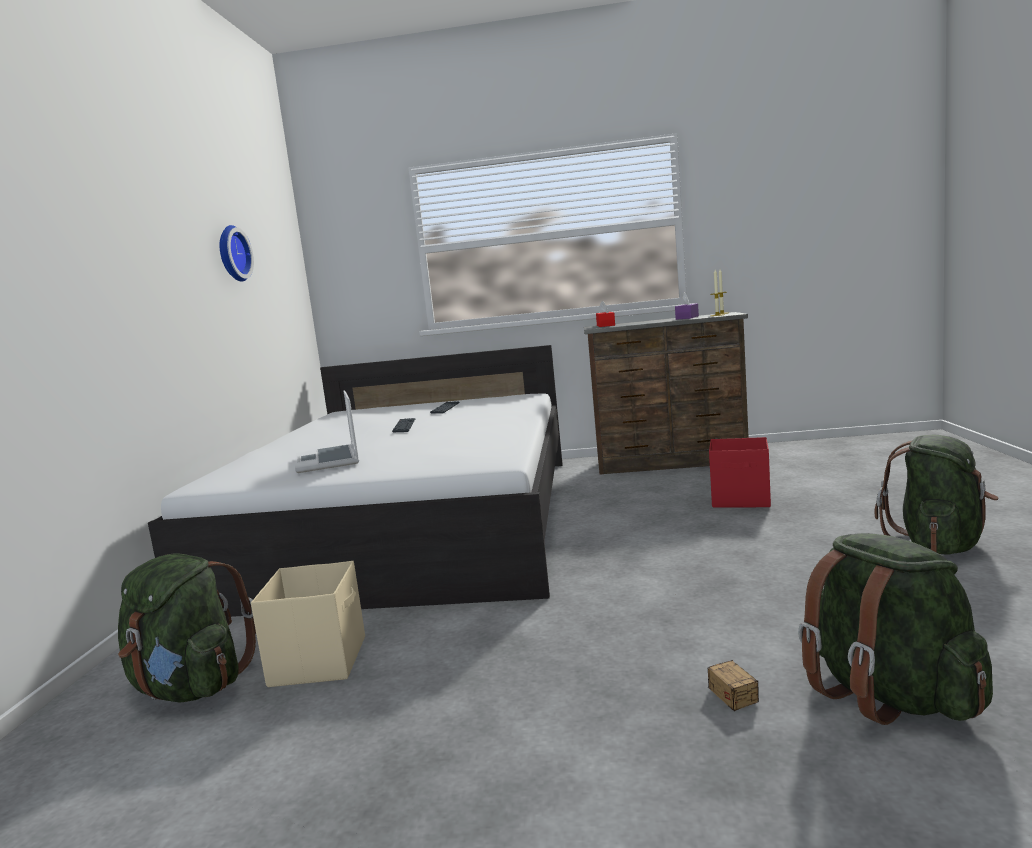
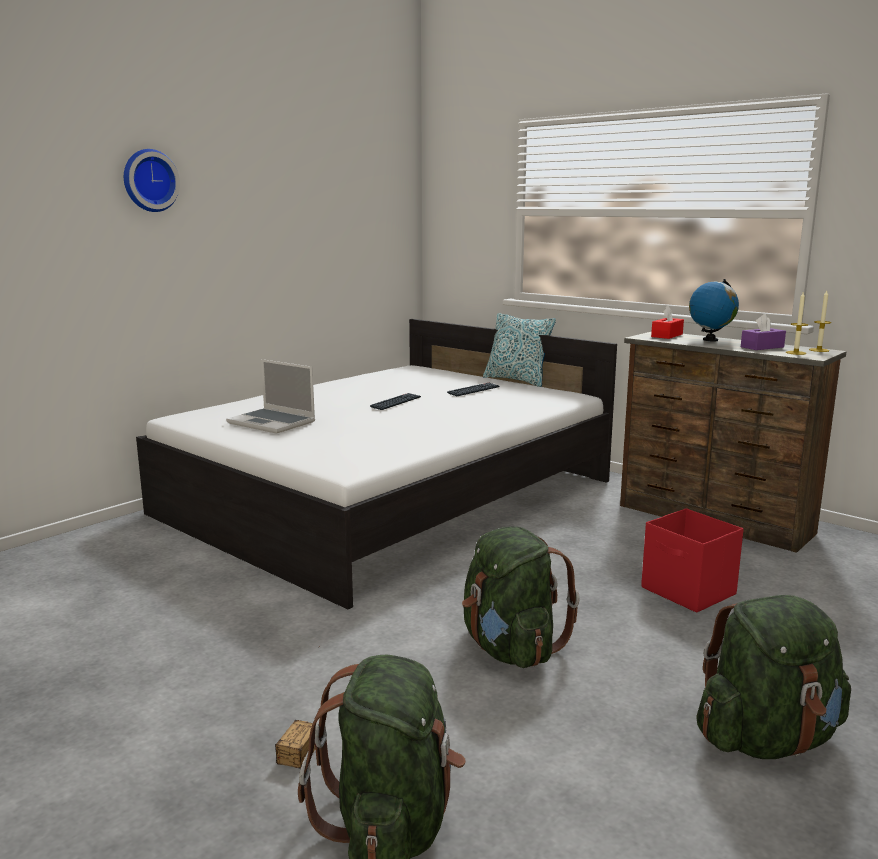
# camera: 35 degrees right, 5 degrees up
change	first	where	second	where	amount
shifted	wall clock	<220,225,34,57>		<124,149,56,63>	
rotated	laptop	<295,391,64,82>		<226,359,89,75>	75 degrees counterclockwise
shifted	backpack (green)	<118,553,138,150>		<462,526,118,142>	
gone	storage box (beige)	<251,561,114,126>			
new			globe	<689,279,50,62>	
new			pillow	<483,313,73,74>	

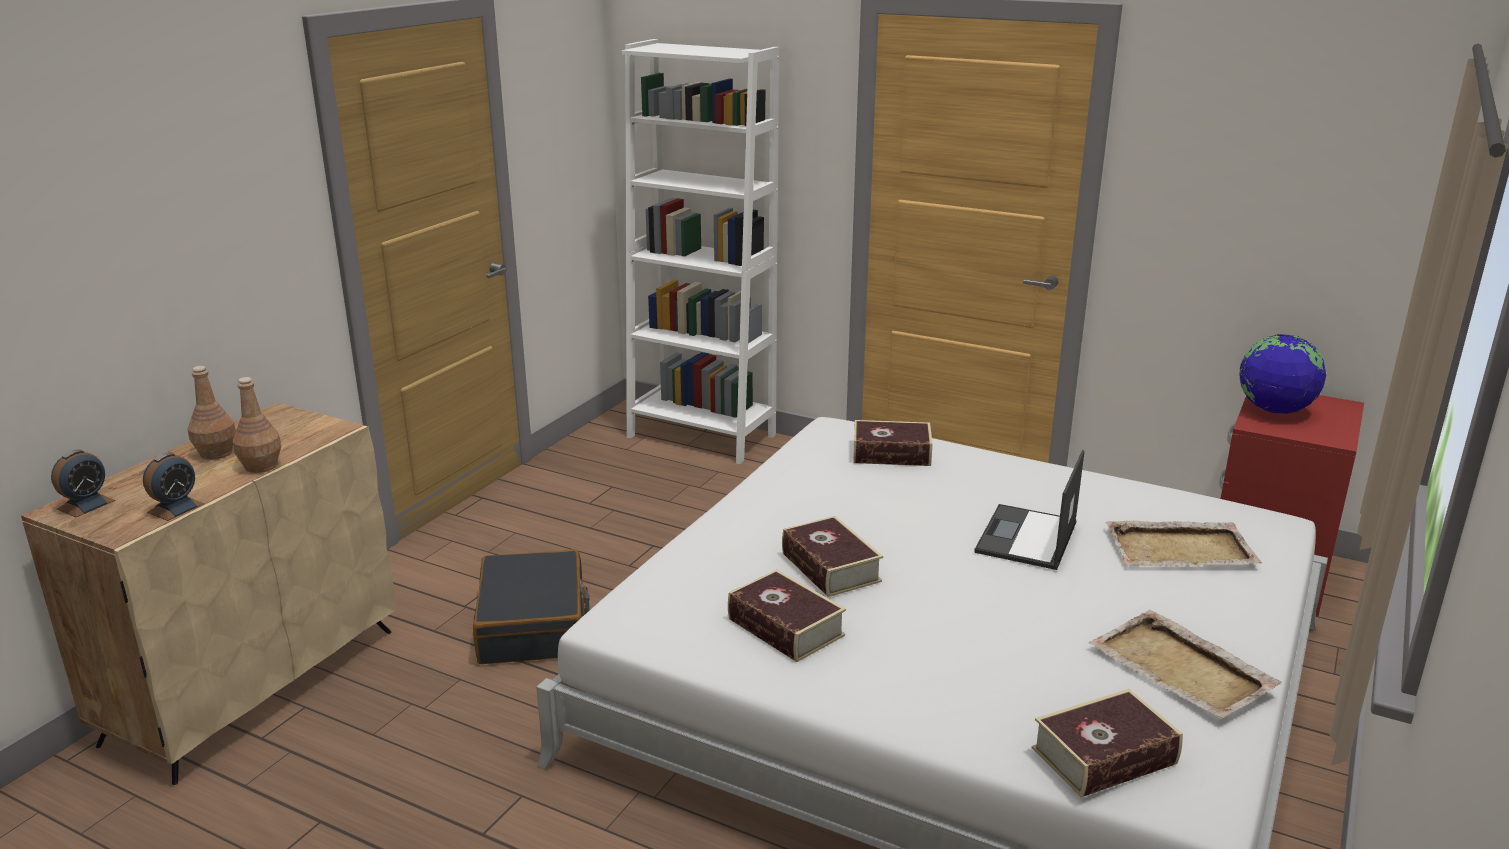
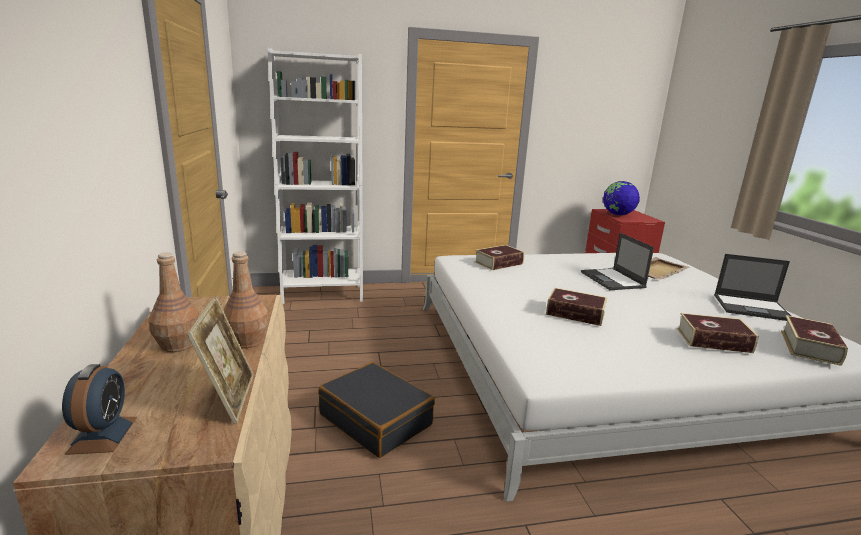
# camera: 40 degrees left, 5 degrees down
change	first	where	second	where	amount
swapped	alarm clock	<143,452,61,69>	picture frame	<187,296,67,128>	
shifted	book	<728,570,118,92>		<677,313,82,40>	
swapped	tray (beige)	<1088,610,194,109>	laptop	<714,254,77,67>	

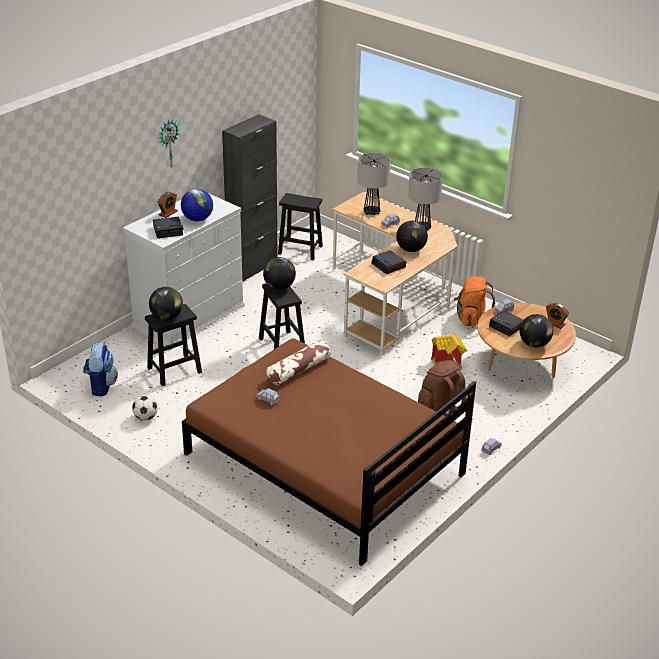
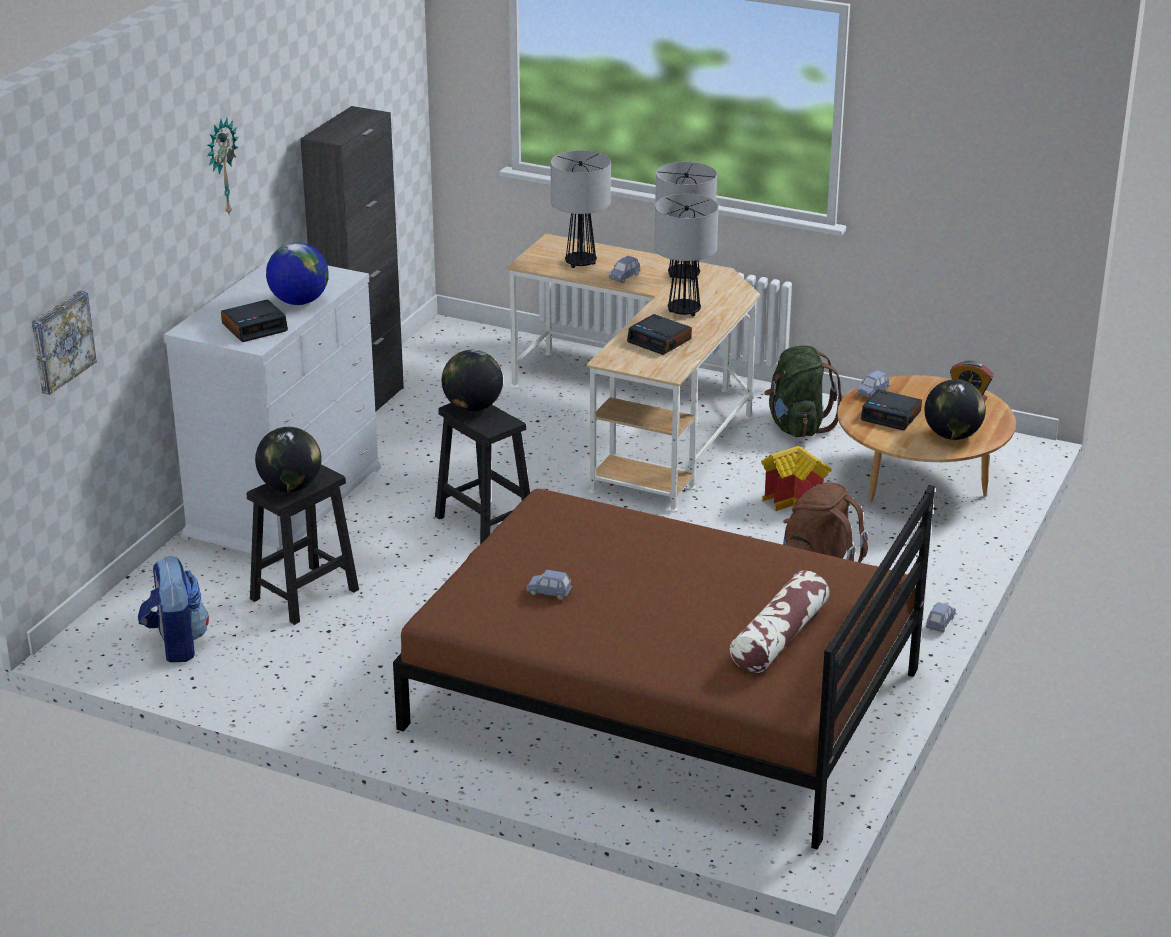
# camera: 15 degrees left, 5 degrees down
change	first	where	second	where	amount
gone	alarm clock	<158,192,20,26>			
gone	stool (black)	<278,193,45,67>			
swapped	globe	<396,221,32,31>	table lamp	<654,194,64,122>	
repainted	backpack (orange)	<454,276,41,50>	backpack (green)	<764,345,79,92>	
shifted	pillow	<266,340,65,45>		<730,571,100,102>	
gone	football	<132,395,26,25>			
new			picture	<32,290,65,105>	

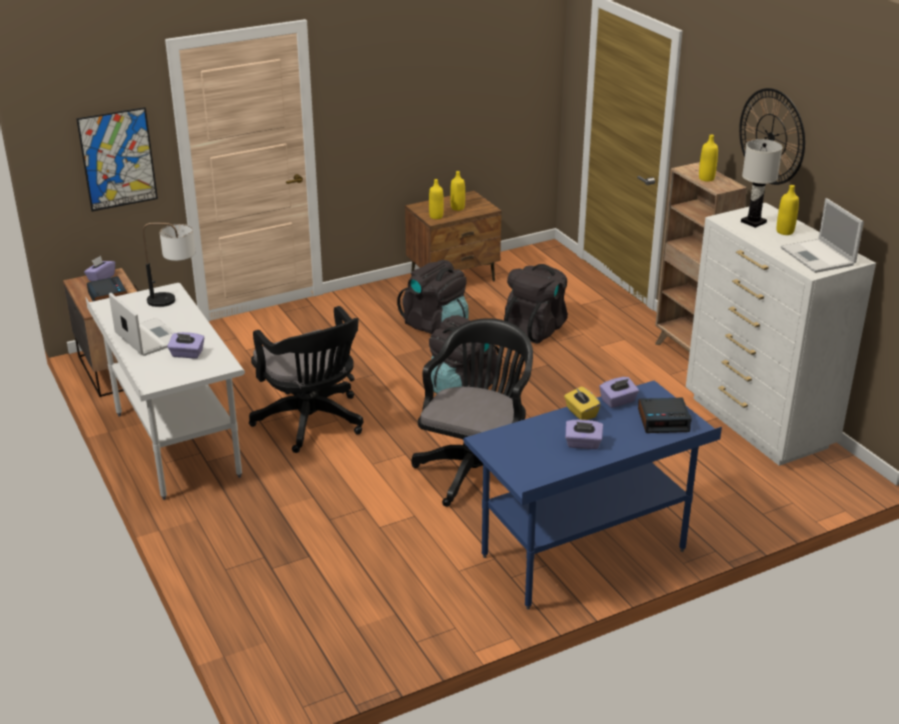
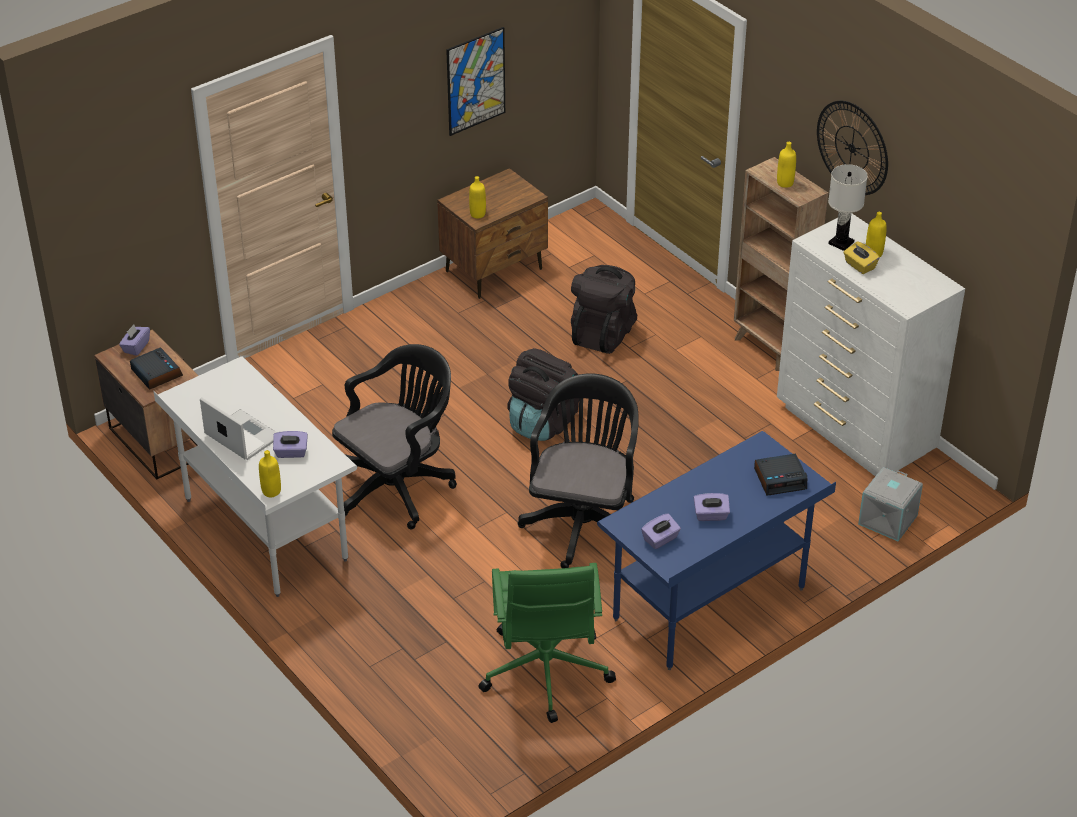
# camera: 10 degrees left, 10 degrees up
change	first	where	second	where	amount
shifted	picture	<76,107,82,105>		<446,27,59,109>	
shifted	bottle (yellow)	<450,171,15,40>		<259,450,22,47>	
gone	laptop	<781,198,83,75>			
gone	table lamp	<143,223,52,84>			
gone	backpack (black)	<397,260,72,74>			
rotated	office chair (black)	<249,306,115,147>		<332,344,125,186>	90 degrees counterclockwise
shifted	tissue box (purple)	<599,377,40,31>		<641,513,40,36>	
shifted	tissue box (yellow)	<564,387,36,33>		<843,241,37,33>	
new			storage box (grey)	<858,467,65,74>	
new			office chair (green)	<479,563,137,160>	

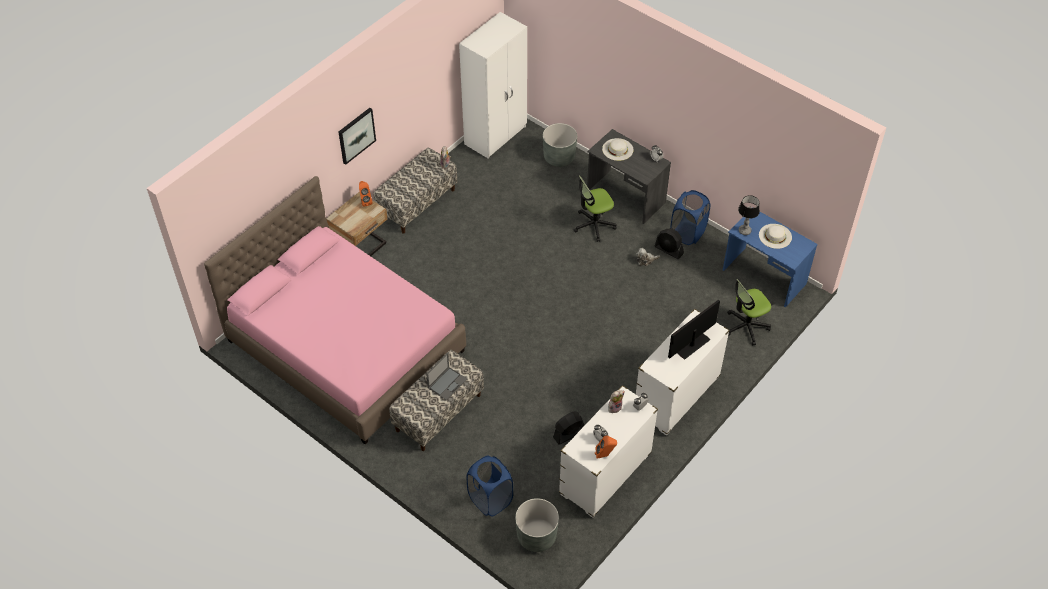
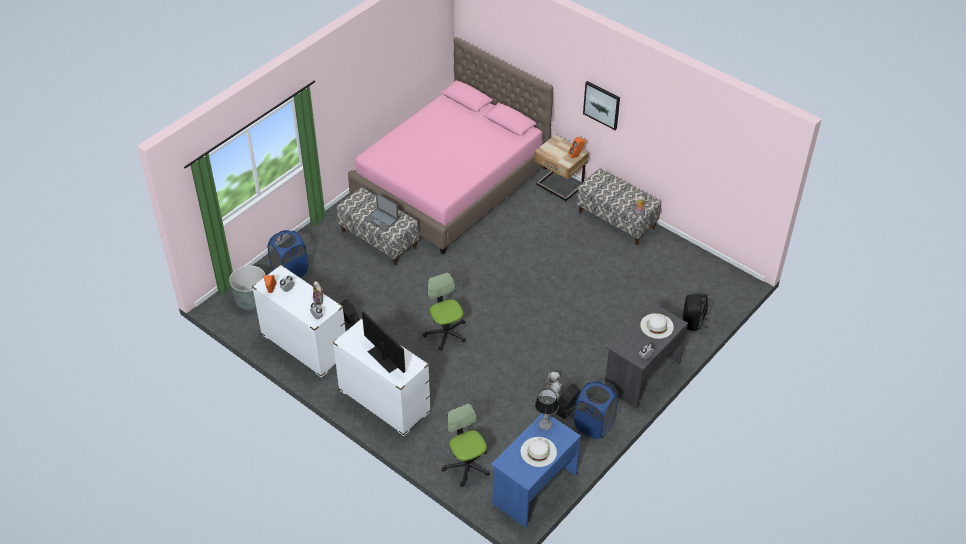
# camera: 90 degrees right, 5 degrees down
change	first	where	second	where	amount
gone	wardrobe (white)	<459,12,68,146>			
swapped	planter (grey)	<543,123,34,44>	backpack (black)	<683,294,25,37>	
shifted	office chair	<574,175,43,67>		<423,272,43,78>	

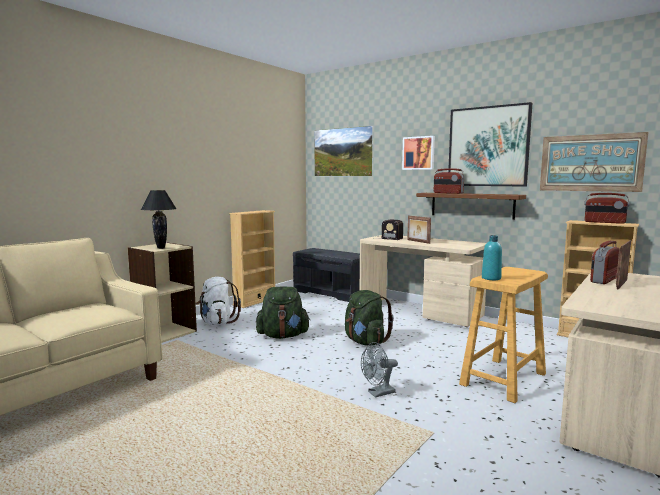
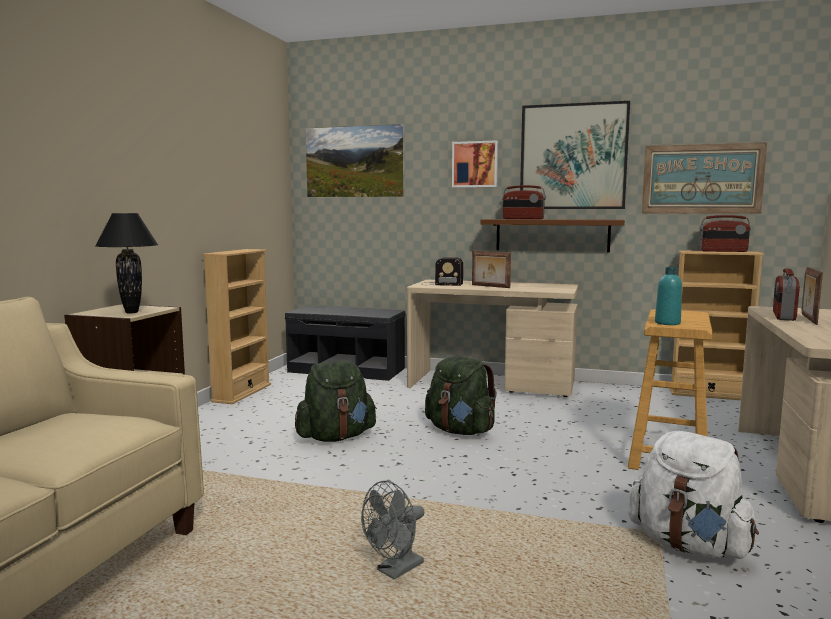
# camera: 20 degrees left, 0 degrees up
change	first	where	second	where	amount
shifted	backpack (white)	<196,277,45,48>		<628,431,131,128>	
shifted	fan (grey)	<361,342,37,56>		<361,481,63,98>	

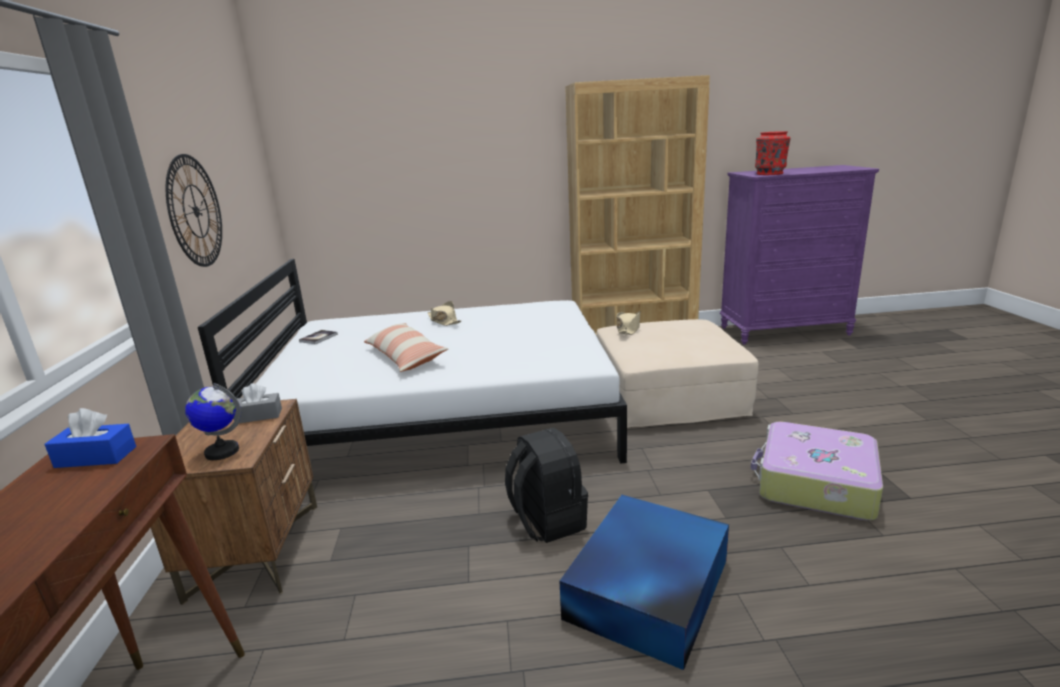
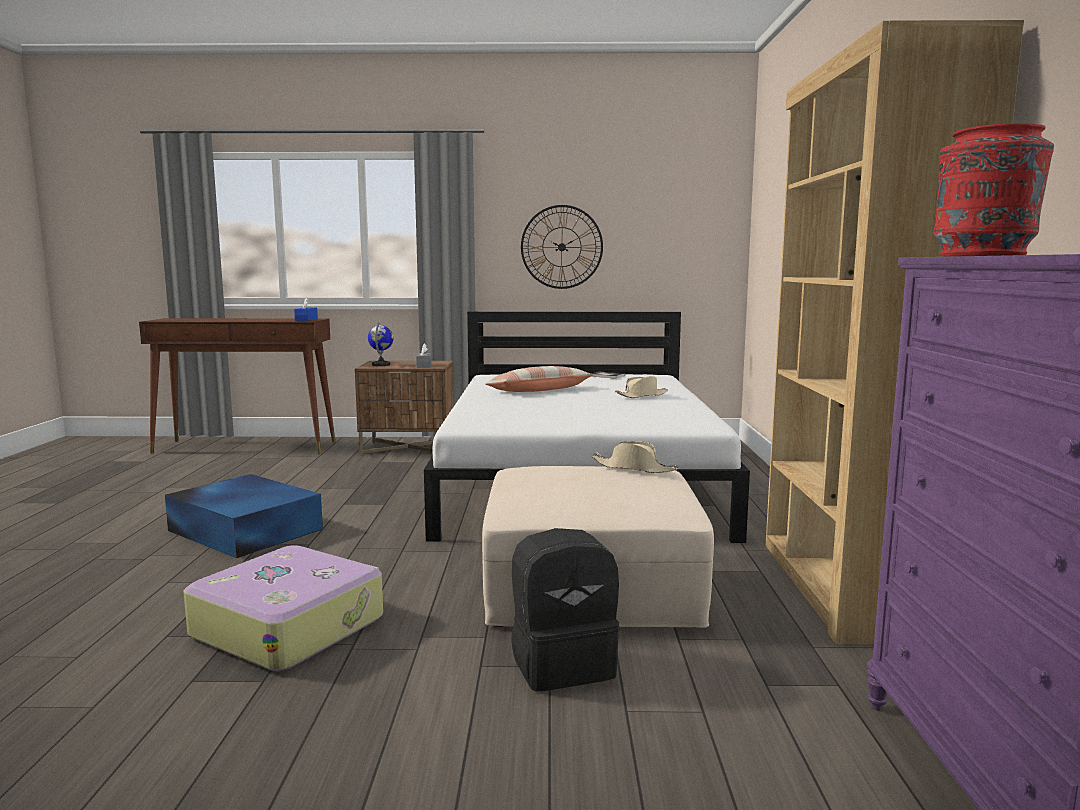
# camera: 95 degrees right, 10 degrees down
change	first	where	second	where	amount
shifted	backpack (black)	<505,428,83,115>		<511,528,109,164>	

